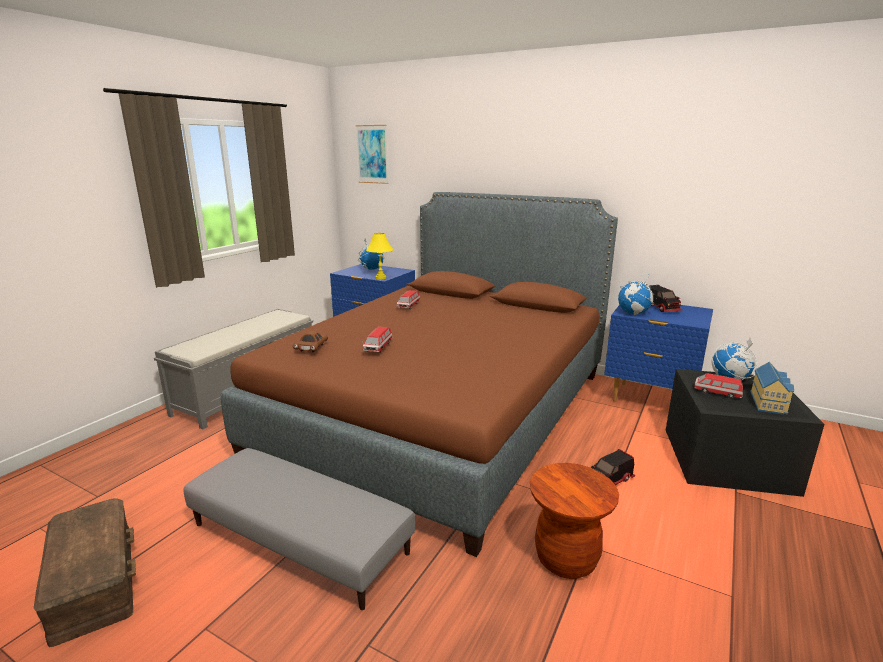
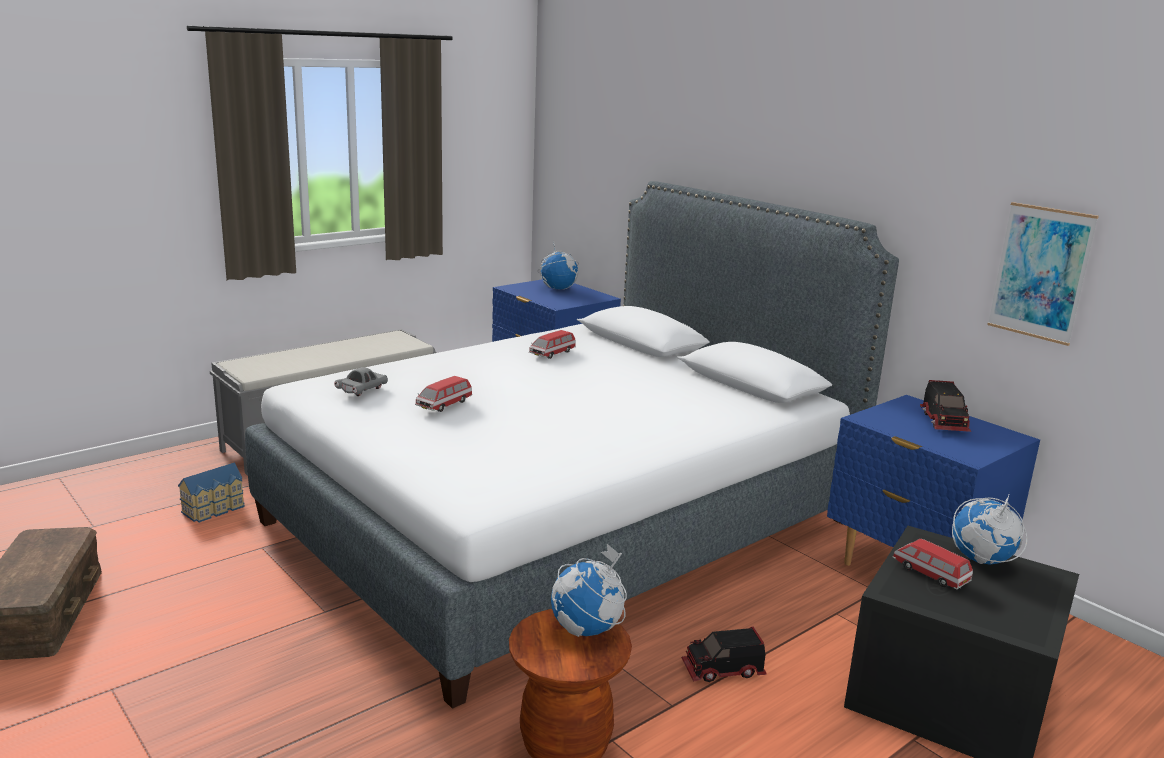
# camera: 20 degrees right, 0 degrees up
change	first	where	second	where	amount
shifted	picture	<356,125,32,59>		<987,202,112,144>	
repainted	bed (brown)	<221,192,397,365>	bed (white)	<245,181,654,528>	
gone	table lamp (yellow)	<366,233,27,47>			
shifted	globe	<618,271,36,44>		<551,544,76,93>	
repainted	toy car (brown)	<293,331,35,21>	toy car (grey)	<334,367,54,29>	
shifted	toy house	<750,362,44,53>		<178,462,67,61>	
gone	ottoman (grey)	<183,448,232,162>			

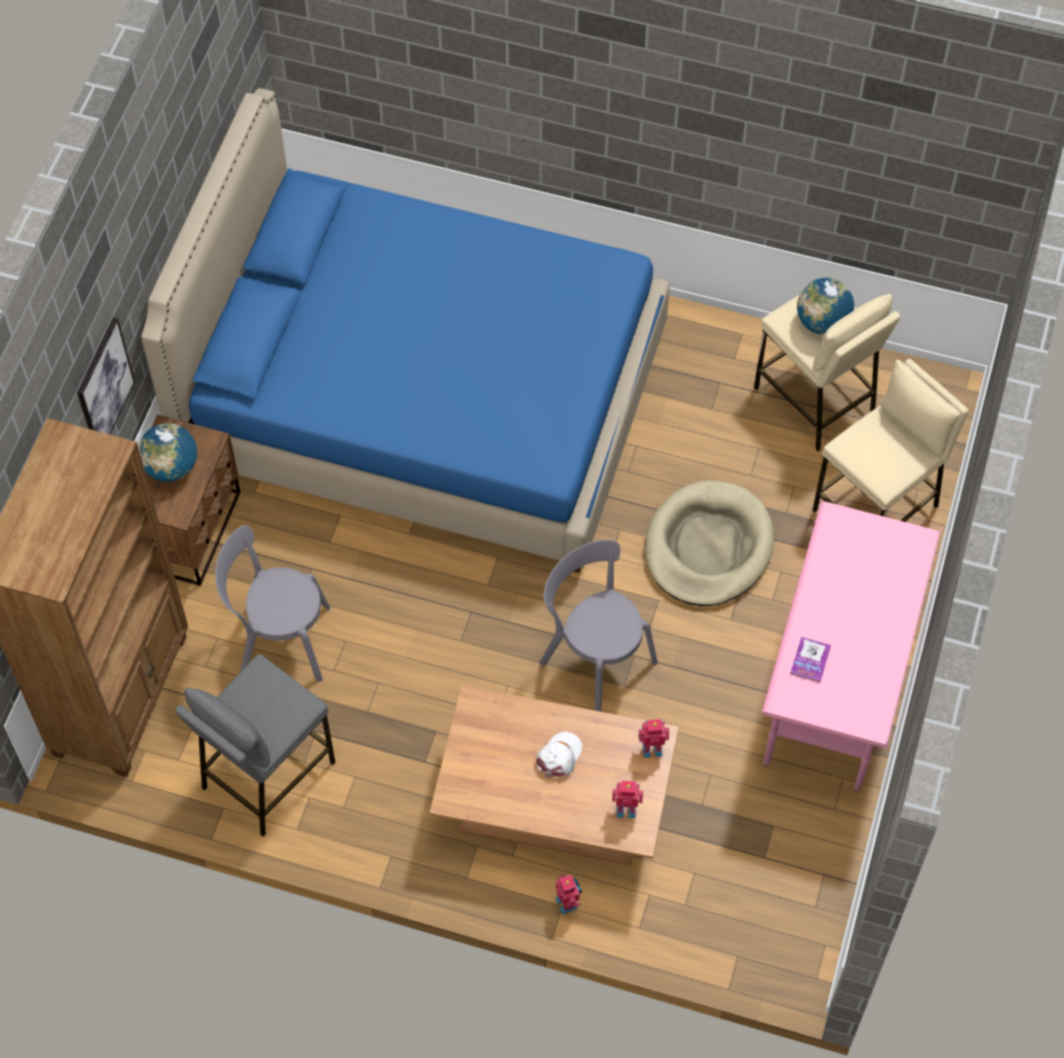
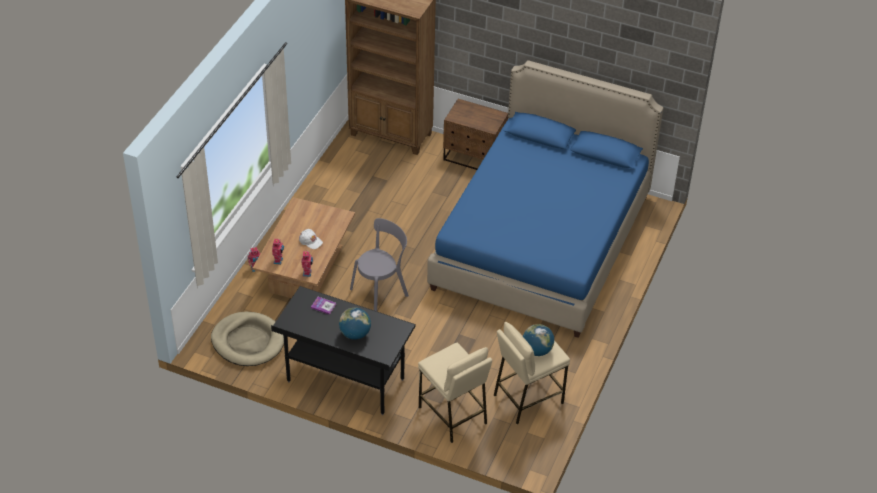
# camera: 95 degrees right, 15 degrees down
change	first	where	second	where	amount
gone	picture	<77,318,58,117>			
shifted	globe	<138,423,59,59>		<339,308,32,32>	
shifted	dog bed (beige)	<645,480,129,126>		<211,312,73,54>	
repainted	desk (pink)	<762,501,179,290>	desk (black)	<271,286,145,129>	
gone	chair (grey)	<215,525,115,157>			
gone	stool (grey)	<175,654,160,183>			

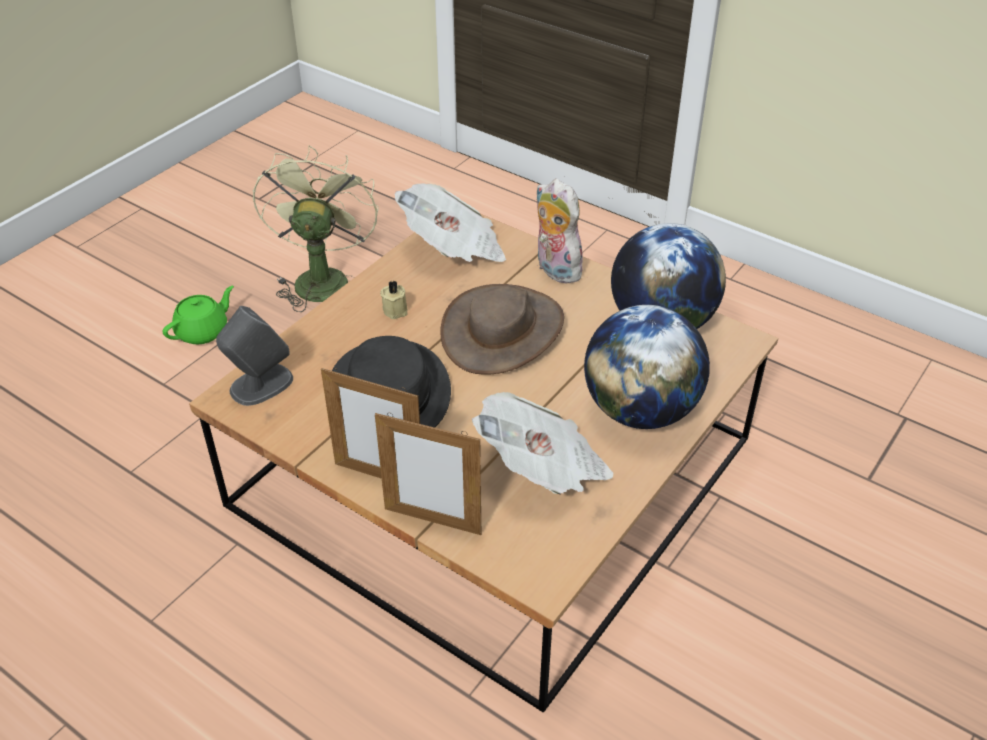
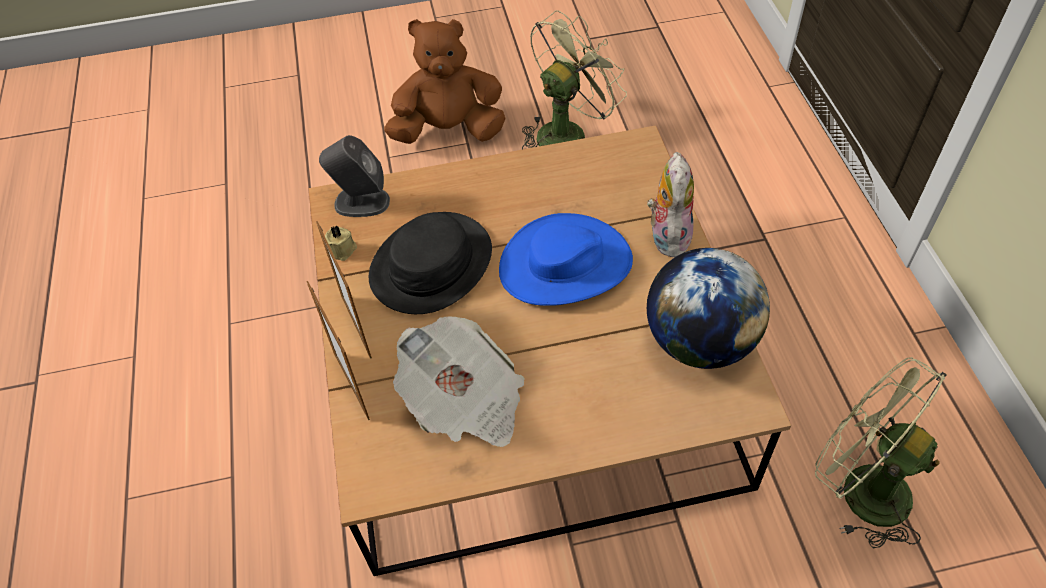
# camera: 45 degrees right, 10 degrees up
change	first	where	second	where	amount
gone	newspaper	<395,184,111,78>			
shifted	candle (beige)	<380,280,28,39>		<325,225,32,36>	
repainted	hat (brown)	<441,284,123,90>	hat (blue)	<499,213,134,93>	
swapped	teapot (green)	<163,286,71,59>	plush toy (brown)	<384,19,122,125>	
gone	globe	<584,305,126,124>			
new			fan (green)	<815,357,132,191>	

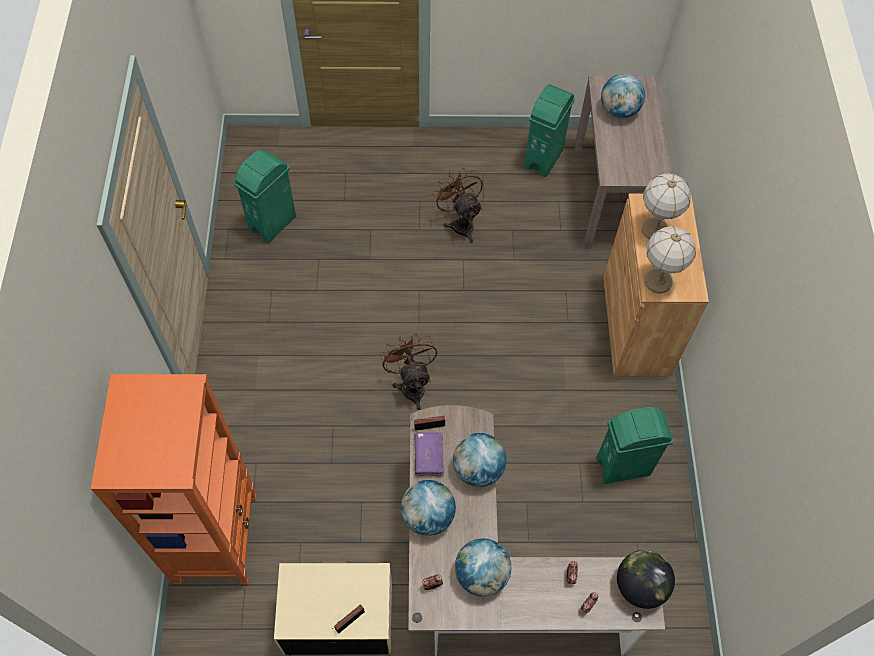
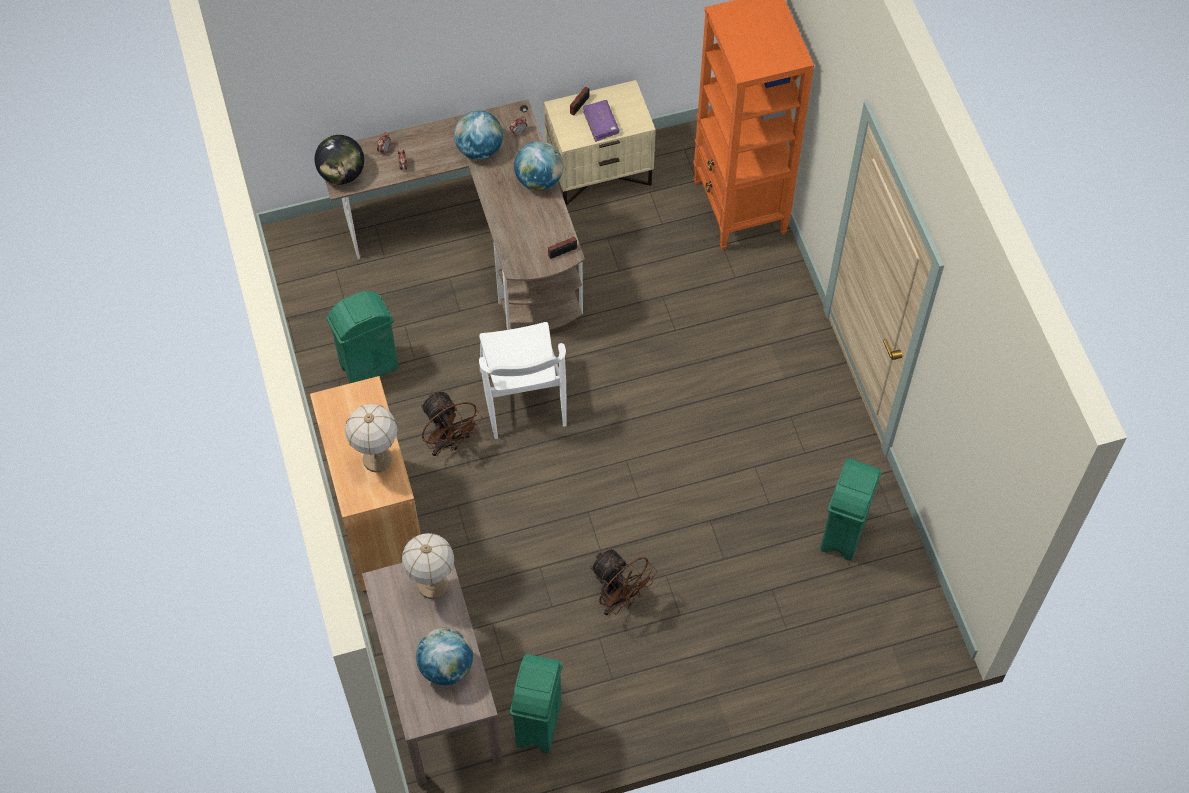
# camera: 165 degrees right, 0 degrees up
change	first	where	second	where	amount
shifted	table lamp	<645,226,51,67>		<401,533,53,66>	
shifted	fan (brown)	<380,333,57,77>		<421,392,62,64>	
shifted	book (purple)	<414,432,30,44>		<583,100,36,42>	
gone	globe	<453,433,53,54>			
new			chair (white)	<479,322,88,117>	

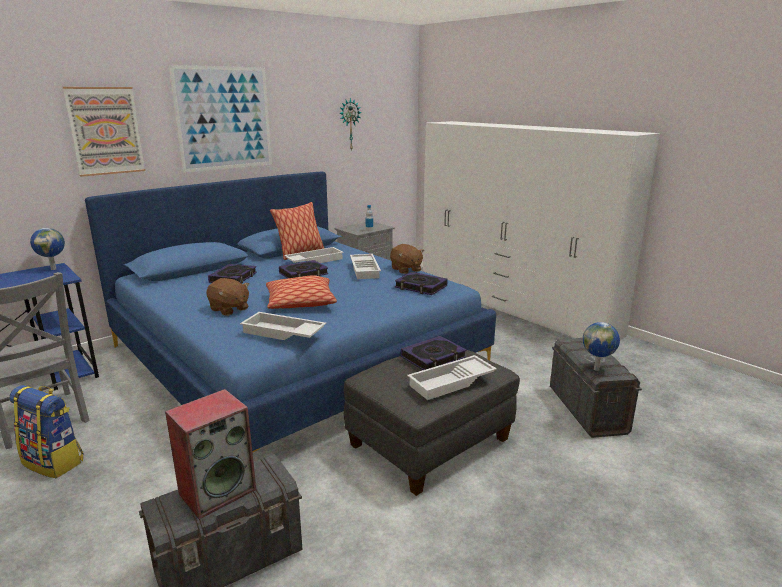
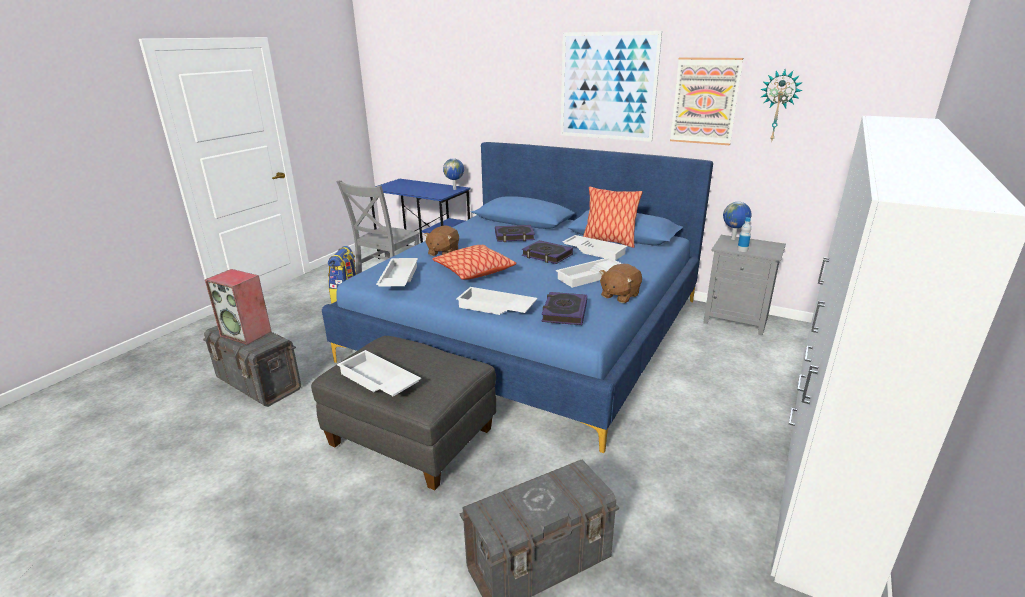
# camera: 70 degrees right, 5 degrees up
change	first	where	second	where	amount
shifted	picture	<63,87,82,90>		<670,58,73,87>	
shifted	globe	<583,322,37,49>		<723,202,29,38>	
gone	book	<401,336,66,34>			
new			tray (white)	<456,287,82,28>	

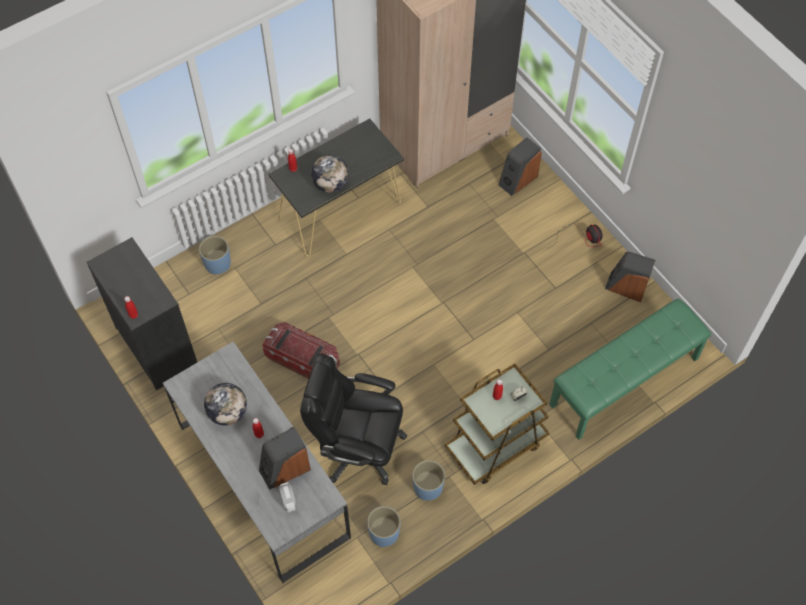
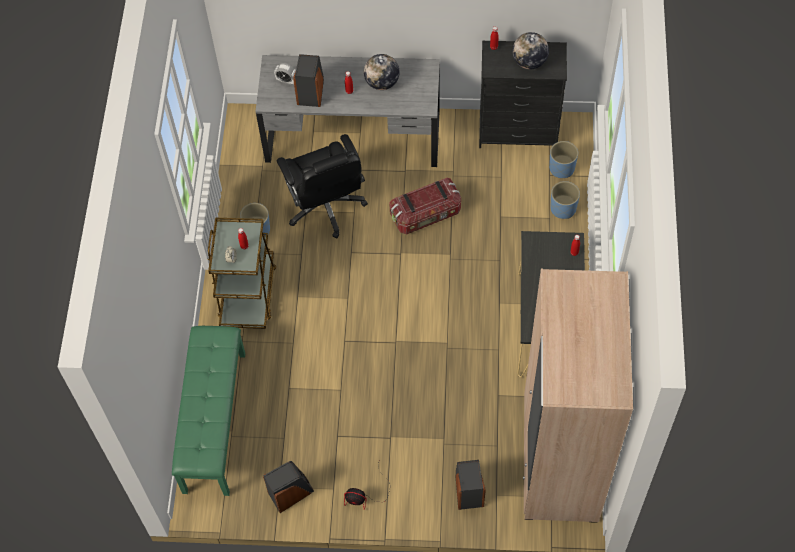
# camera: 130 degrees right, 0 degrees up
change	first	where	second	where	amount
shifted	globe	<311,155,38,38>		<512,32,37,37>	
rotated	office chair (black)	<300,354,107,131>		<277,134,91,105>	105 degrees clockwise
shifted	planter (blue)	<367,506,34,41>		<549,141,29,37>	

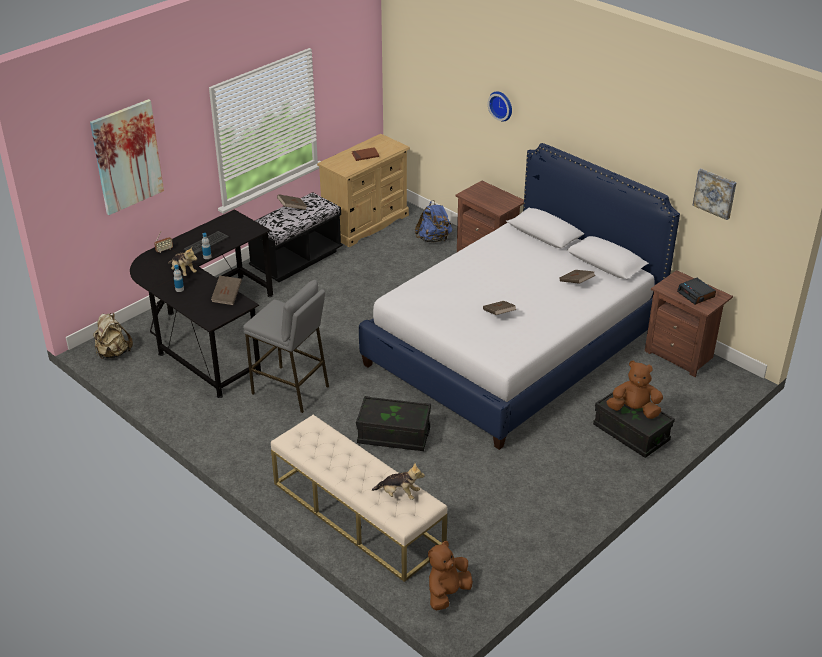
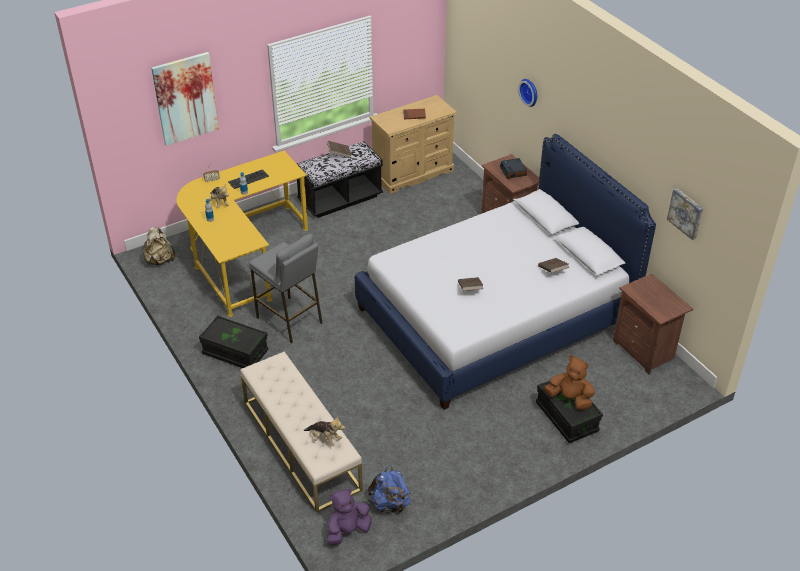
# camera: 15 degrees right, 5 degrees up
change	first	where	second	where	amount
shifted	backpack (blue)	<415,201,37,41>		<367,465,44,50>	
repainted	desk (black)	<130,209,143,189>	desk (yellow)	<177,151,131,166>	
gone	book (brown)	<211,276,31,29>			
shifted	alarm clock	<677,278,39,27>		<500,158,27,21>	
shifted	storage box (black)	<356,396,75,55>		<199,315,69,53>	
repainted	plush toy (brown)	<428,541,45,70>	plush toy (purple)	<327,488,45,57>	

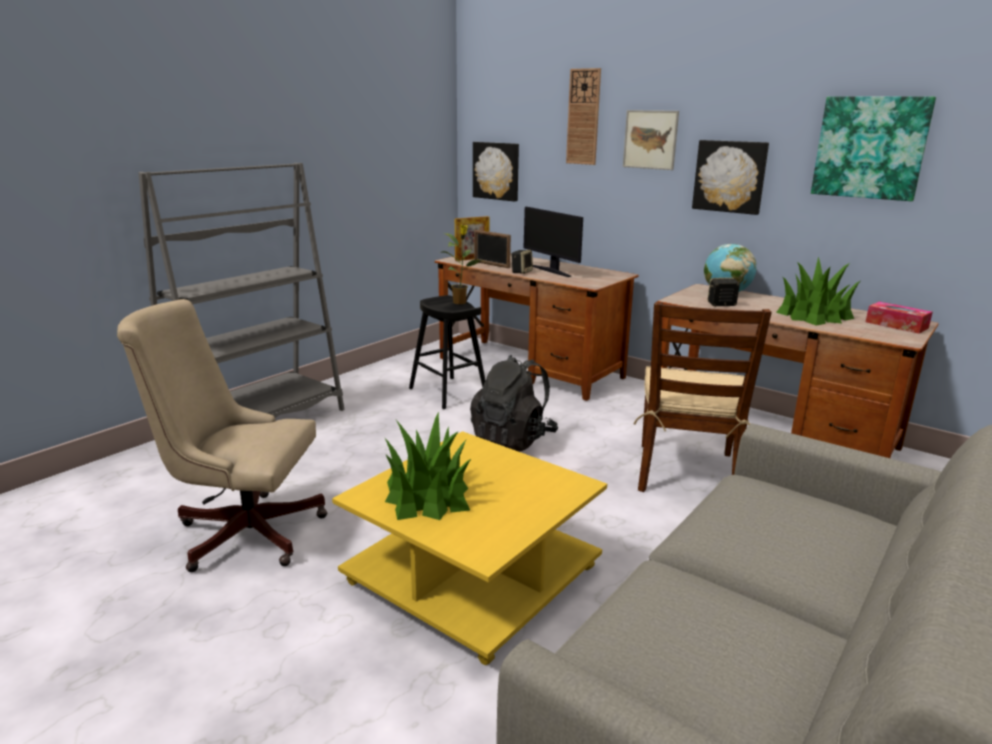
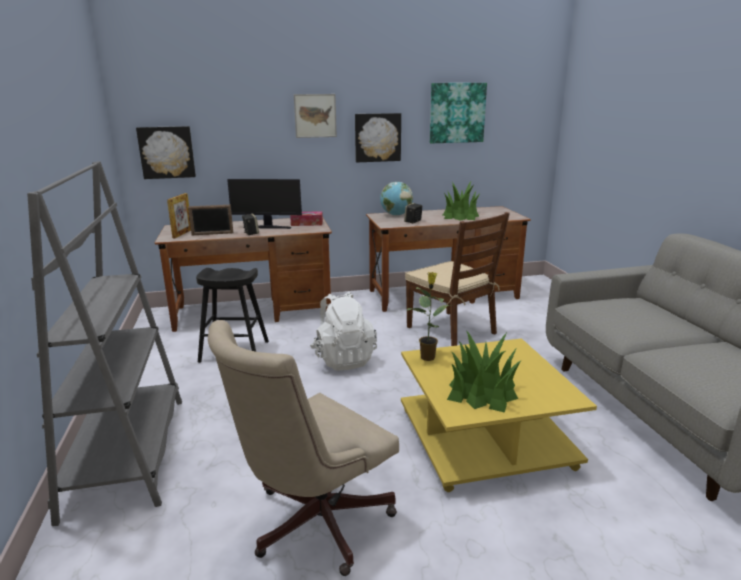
# camera: 50 degrees left, 0 degrees up
change	first	where	second	where	amount
gone	wall clock	<566,68,35,97>			
shifted	potted plant	<442,225,39,79>		<406,272,45,89>	
shifted	tissue box	<866,302,67,32>		<290,211,33,15>	
repainted	backpack (black)	<470,355,88,97>	backpack (white)	<310,292,67,79>	

